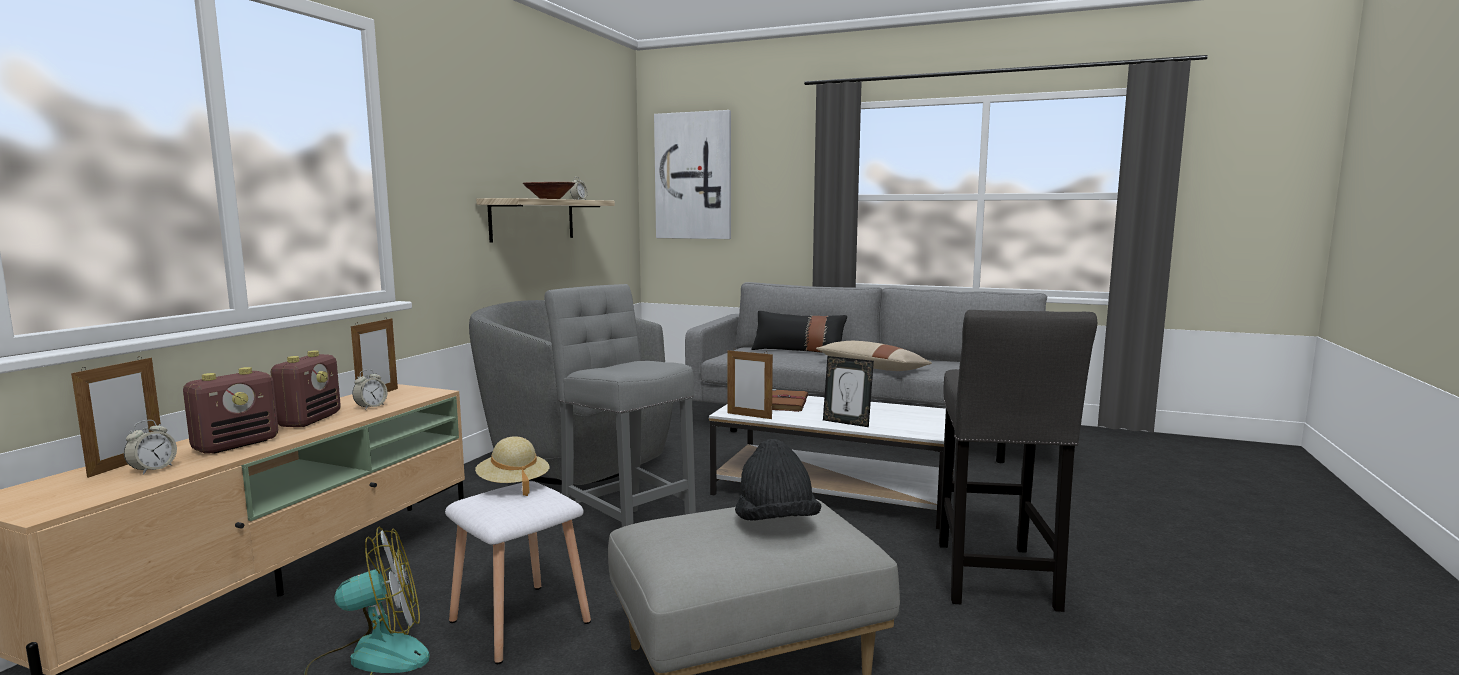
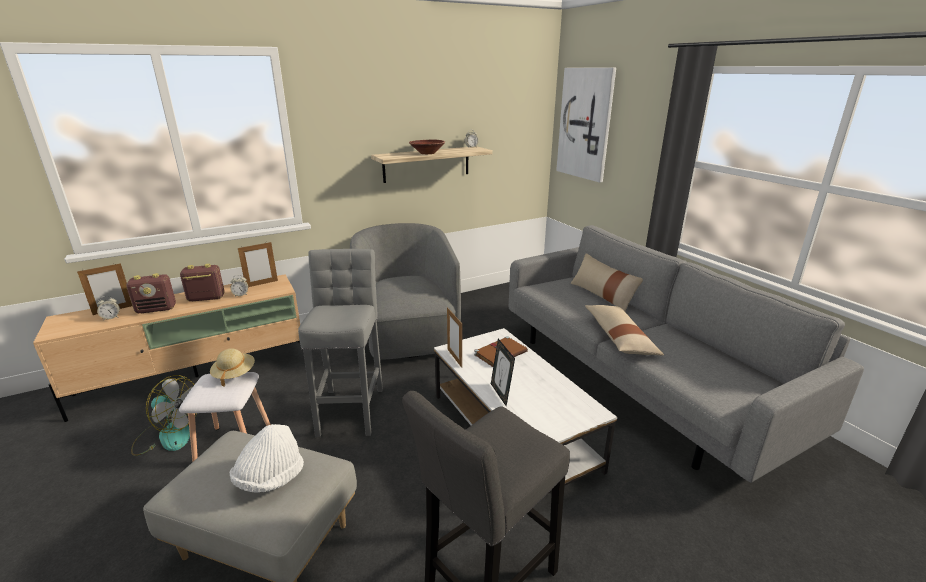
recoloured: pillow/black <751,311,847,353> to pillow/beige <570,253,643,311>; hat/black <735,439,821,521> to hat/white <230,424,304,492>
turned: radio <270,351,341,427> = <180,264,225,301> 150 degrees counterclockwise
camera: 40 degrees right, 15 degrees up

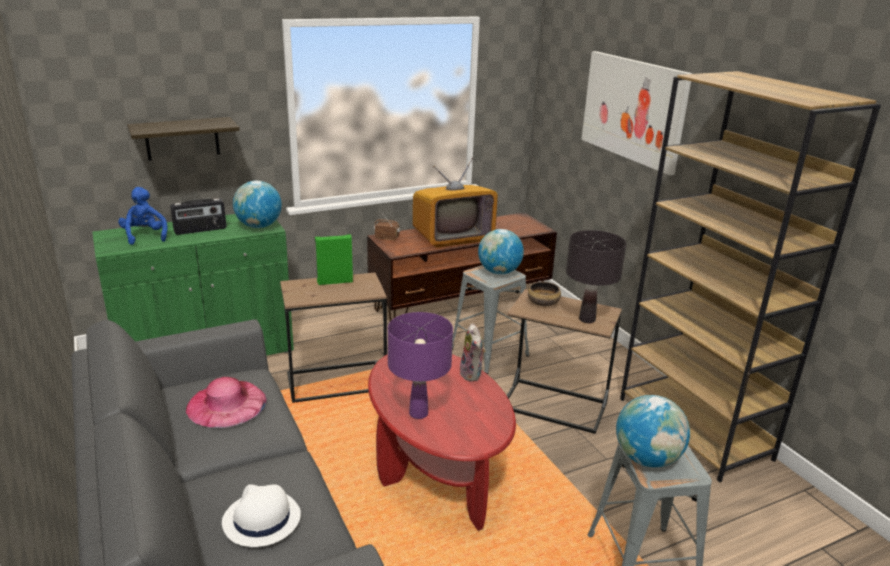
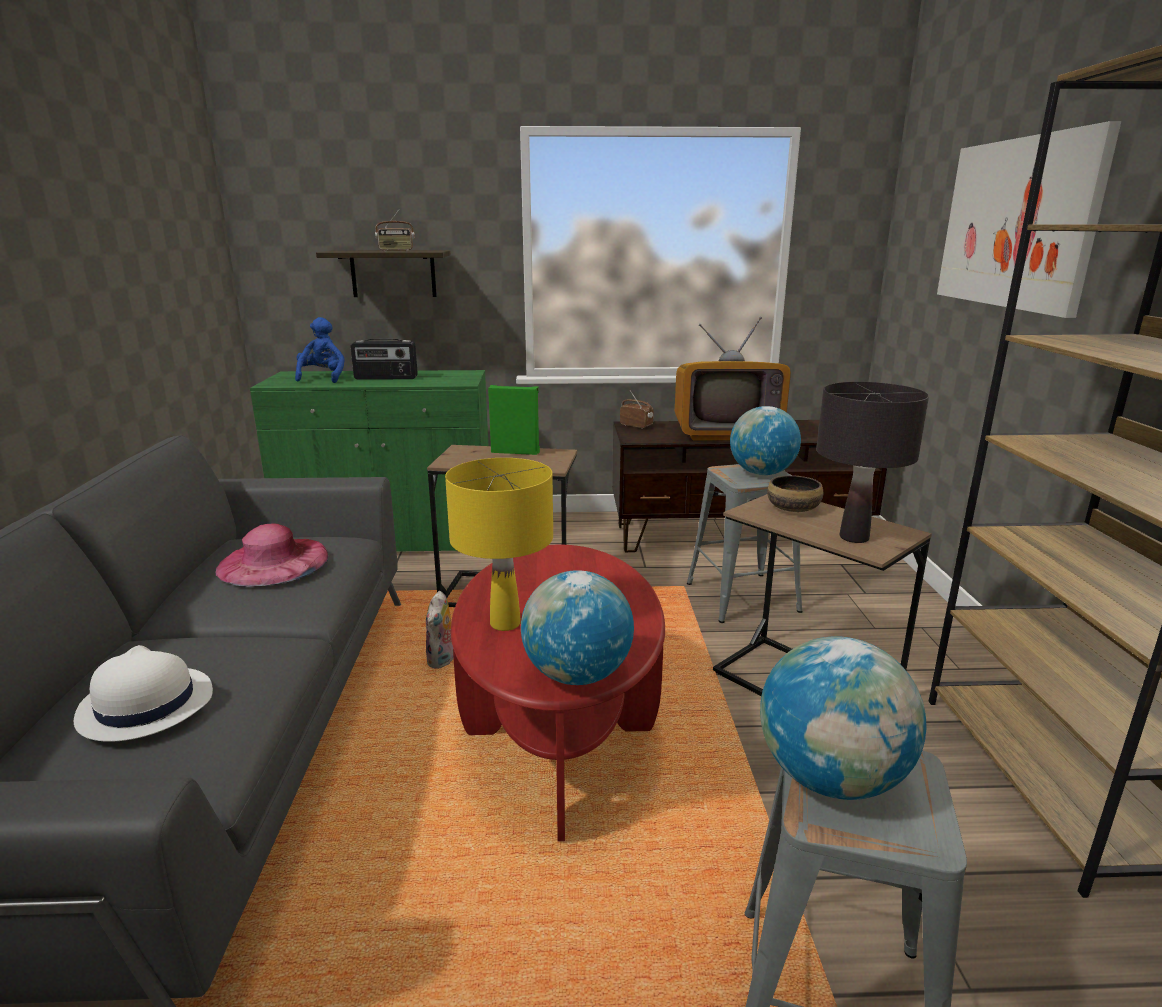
added: radio <375,209,415,252>
moved: globe <233,181,282,228> to <521,570,634,685>; plush toy <460,323,486,381> to <426,591,453,669>
recoloured: table lamp/purple <388,312,453,419> to table lamp/yellow <445,458,553,631>
camera: 25 degrees right, 5 degrees down

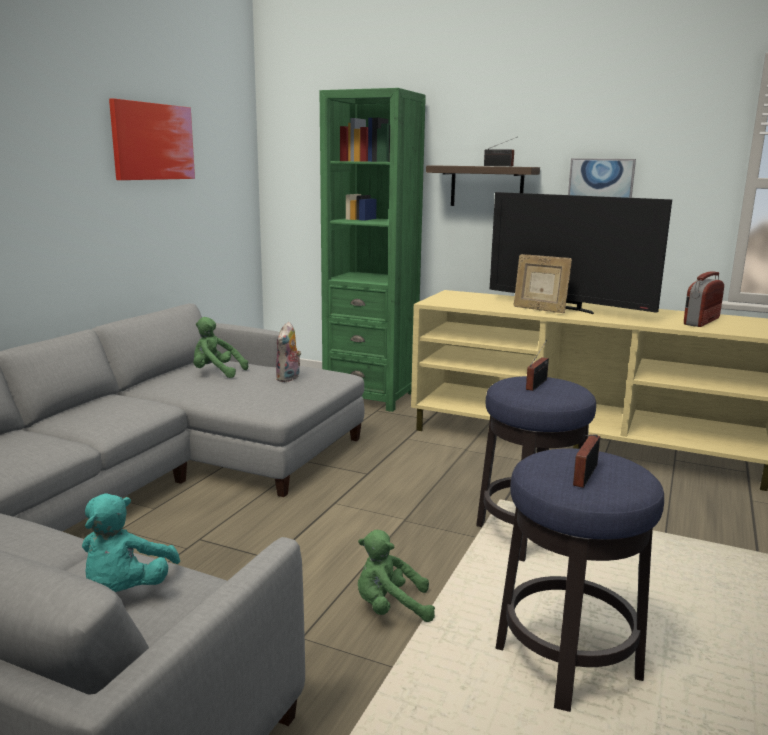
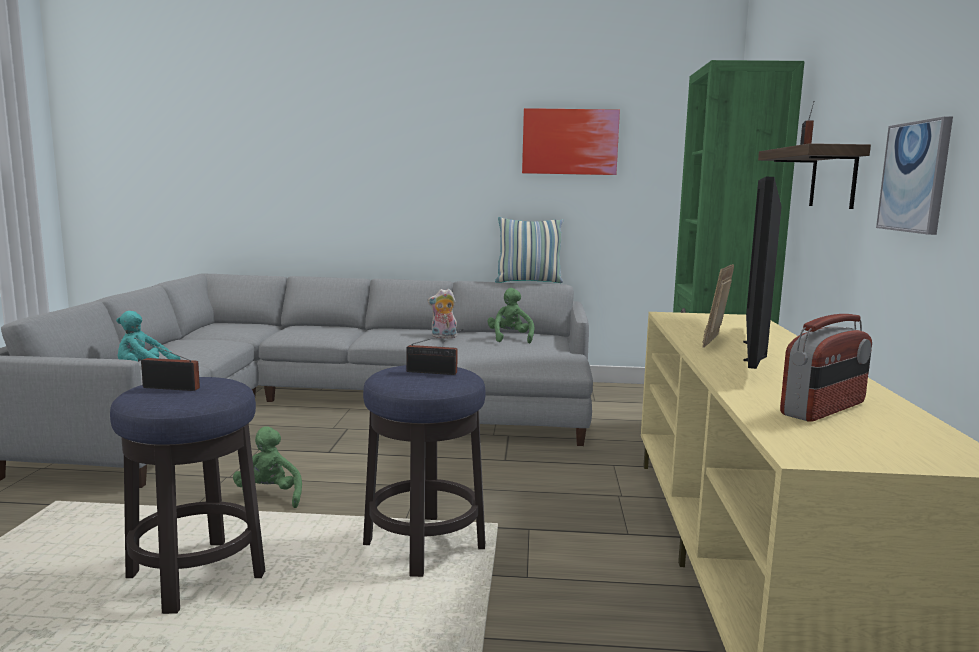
added: pillow <495,217,563,283>
moved: plush toy <276,322,301,382> to <428,289,457,338>
turned: radio <684,271,724,327> = <780,314,872,422> 120 degrees clockwise
camera: 70 degrees right, 5 degrees down

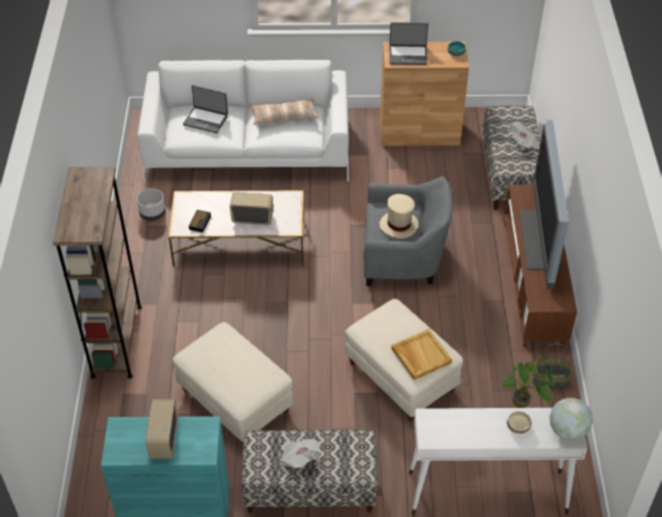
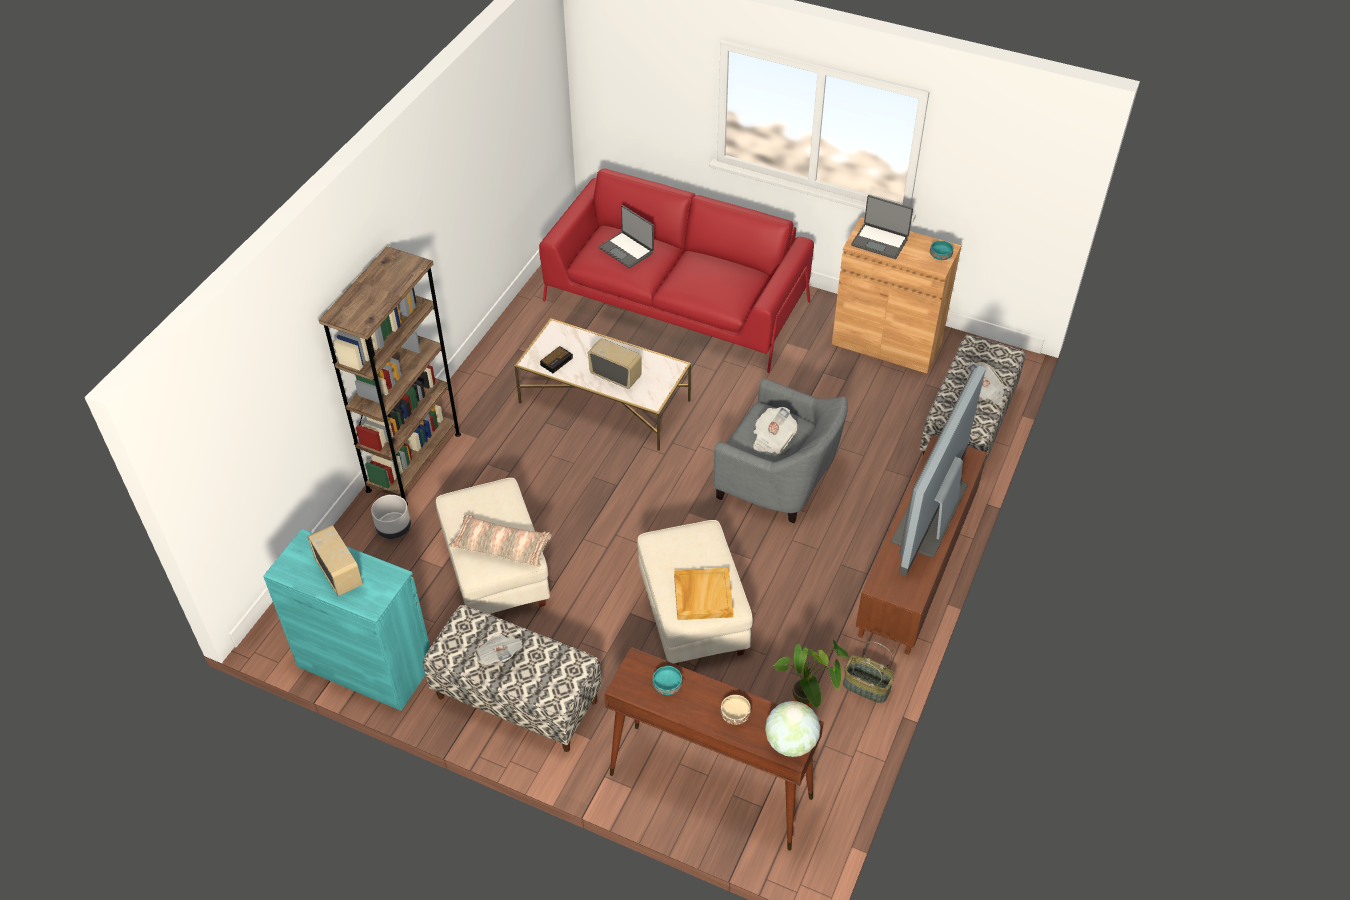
added: bowl/turquoise <652,666,682,695>
moved: pillow <251,99,319,125> to <449,514,552,567>; planter/grey <137,188,166,221> to <371,495,411,539>
replaced: hat/beige <379,194,418,239> to newspaper <753,407,797,454>
recoloured: sofa/white <137,60,349,183> to sofa/red <539,168,814,373>; console table/white <409,408,587,516> to console table/brown <604,647,824,850>
turned: radio <145,399,178,459> = <307,525,363,596> 120 degrees clockwise
camera: 25 degrees right, 0 degrees up

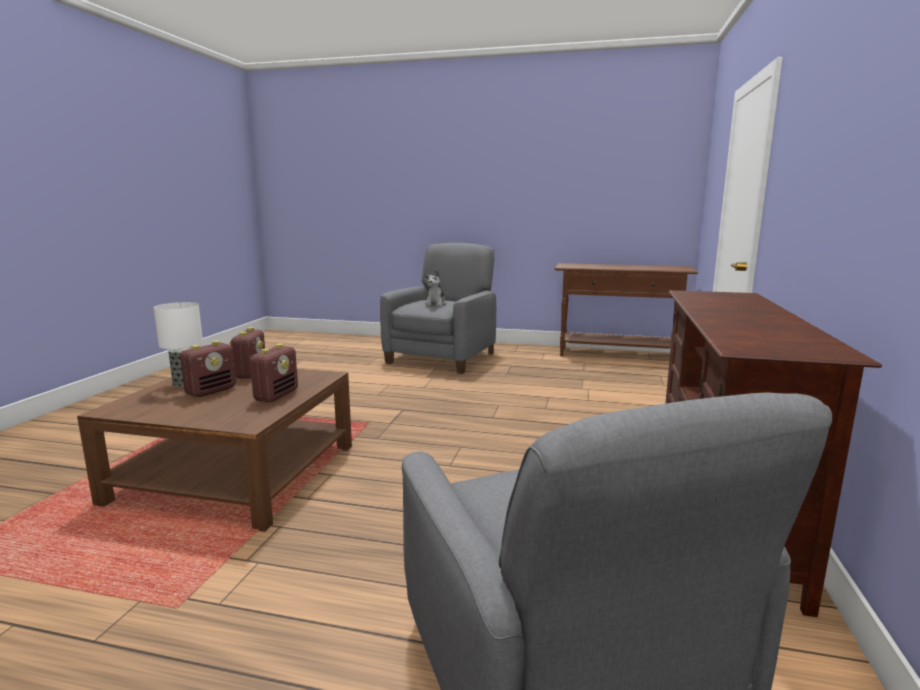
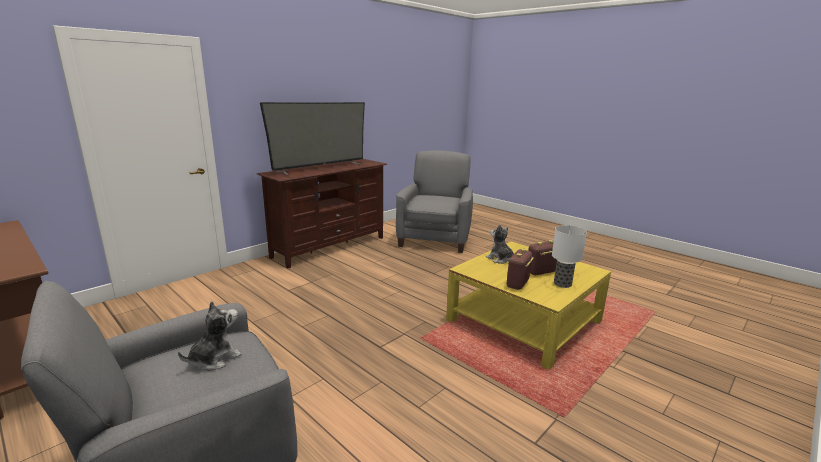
added: television <260,102,365,176>
replaced: radio <250,343,298,402> to plush toy <486,224,514,264>
recoloured: coffee table/brown <77,369,352,532> to coffee table/yellow <446,241,611,370>
camera: 150 degrees left, 5 degrees up

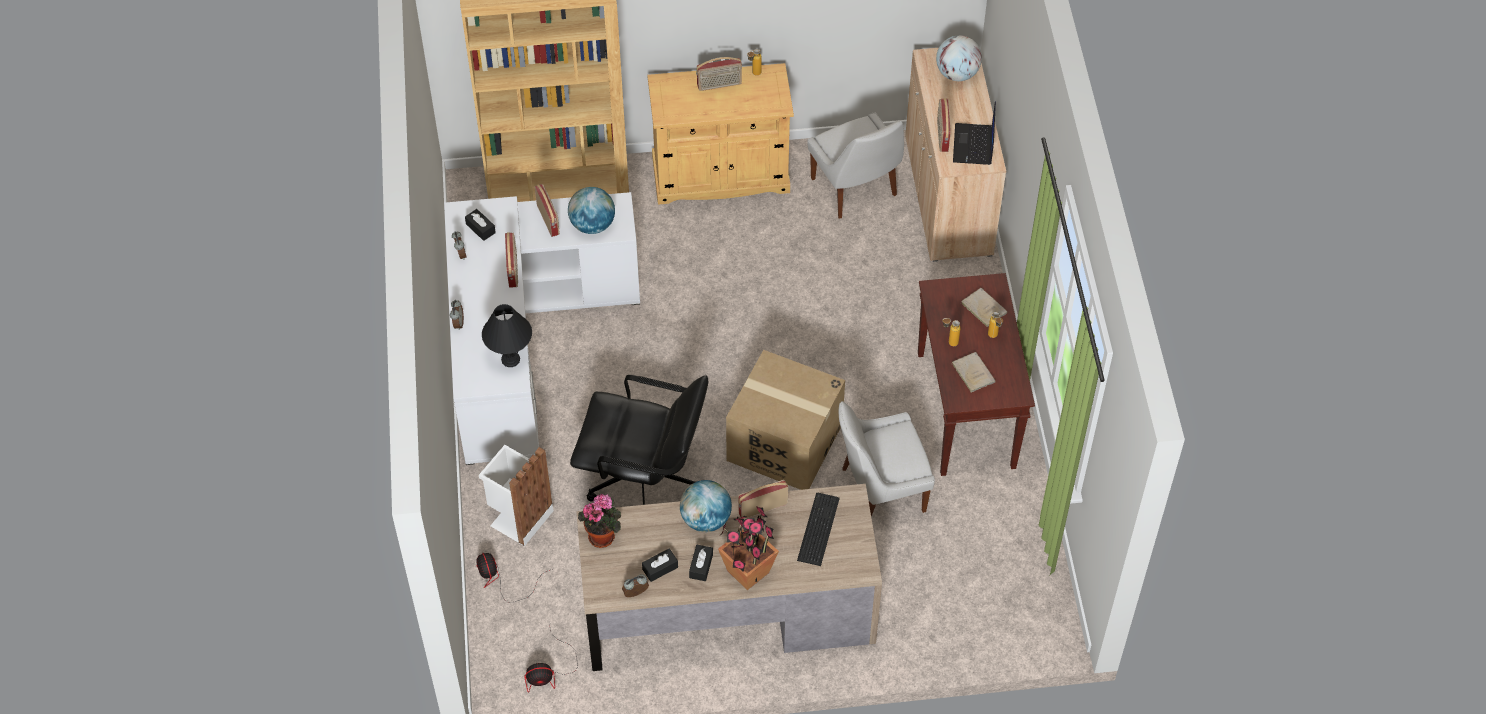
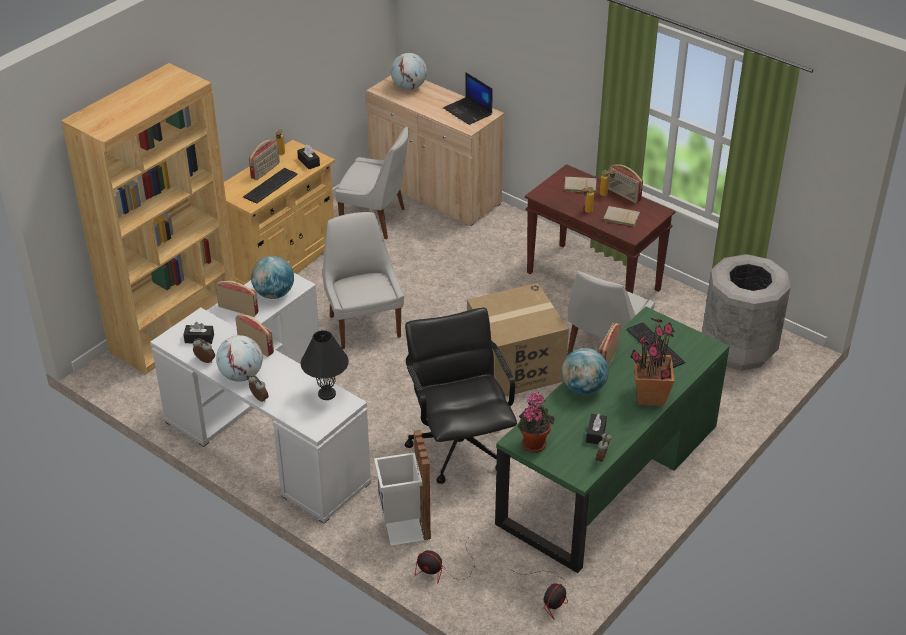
added: keyboard <243,168,298,204>; chair/white <323,212,404,349>; trash can/grey <702,254,791,371>; globe <216,335,263,382>
moved: radio <937,98,951,152> to <608,164,643,203>; tissue box/black <689,545,713,581> to <297,144,320,169>
recoloured: desk/brown <576,484,882,671> to desk/green <495,307,730,573>
turned: office chair/black <570,375,708,505> = <405,307,517,484> 75 degrees counterclockwise
camera: 45 degrees left, 15 degrees down

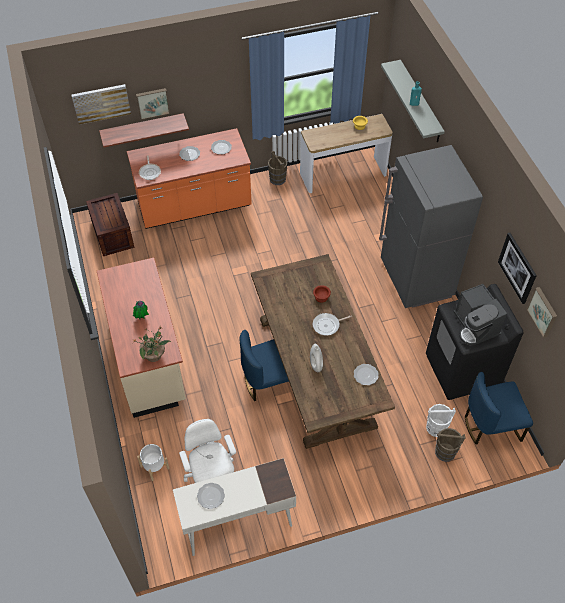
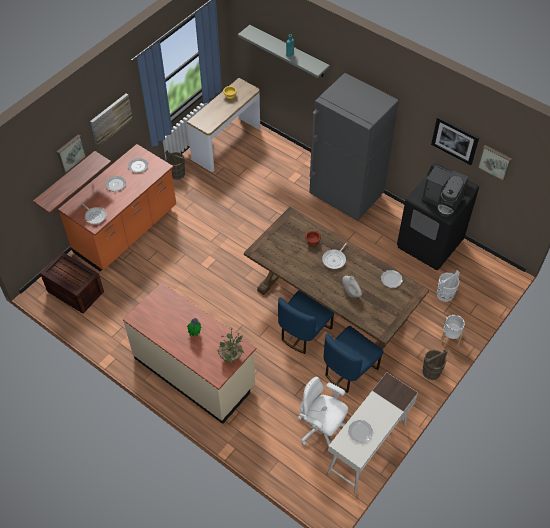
moved: picture <71,84,131,125> to <90,93,133,147>; chair/blue <465,372,533,444> to <324,326,384,393>; bucket/brown <435,428,466,462> to <422,349,448,380>; planter/white <137,444,170,481> to <440,315,465,346>
camera: 35 degrees left, 0 degrees up

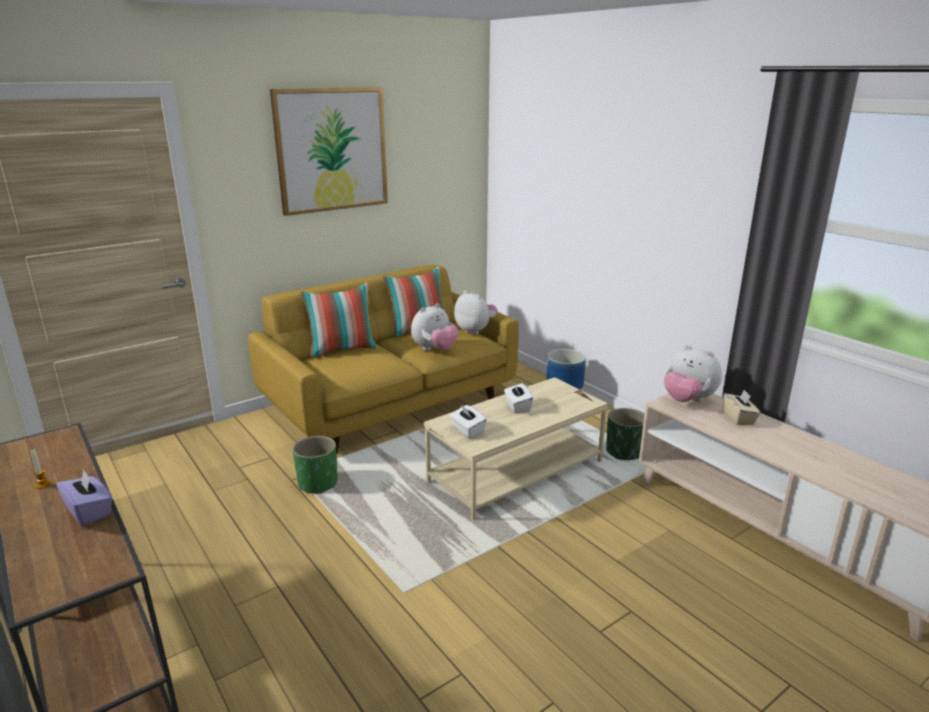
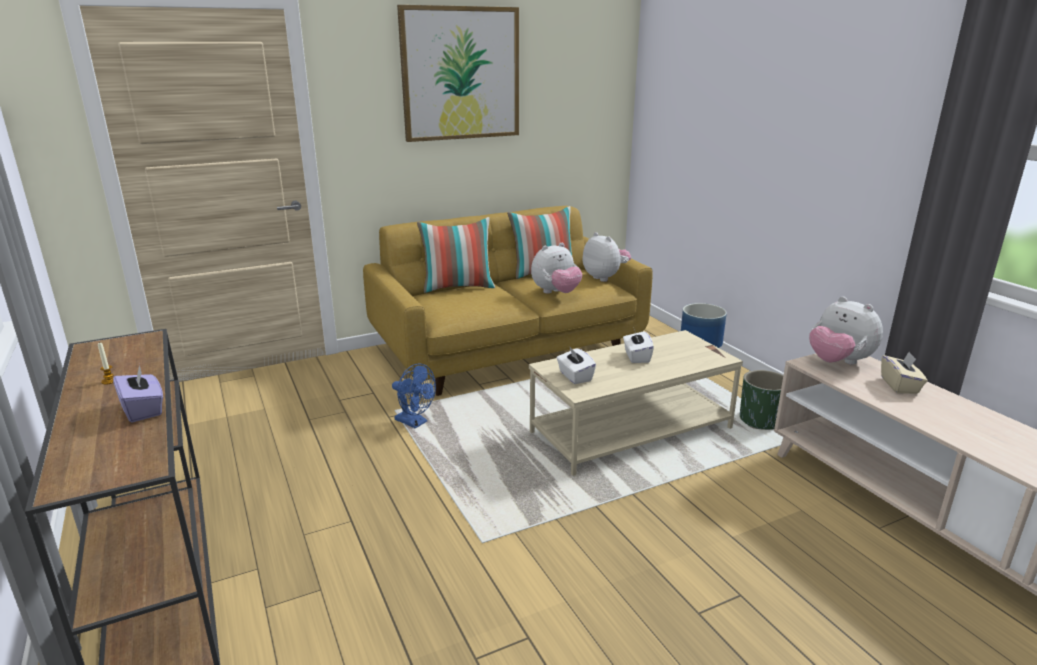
replaced: planter/green <293,436,338,494> to fan/blue <392,363,436,428>
camera: 10 degrees right, 0 degrees up

